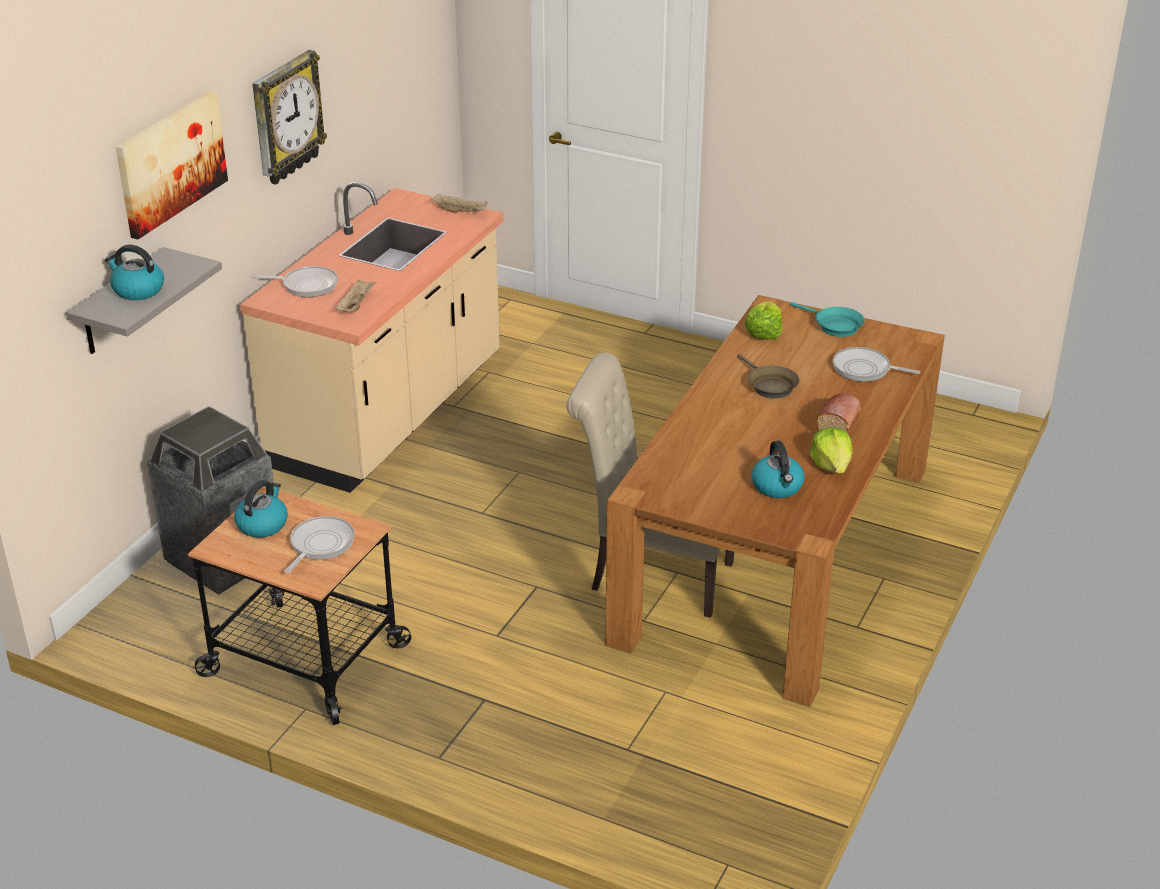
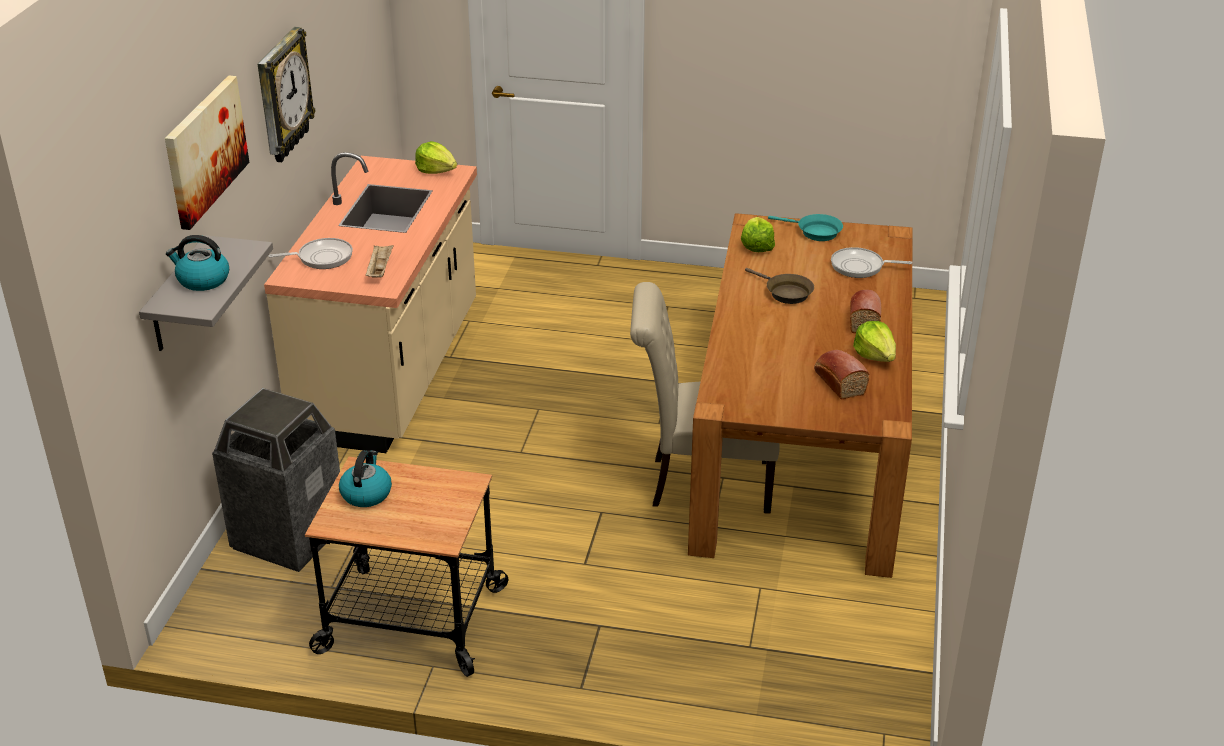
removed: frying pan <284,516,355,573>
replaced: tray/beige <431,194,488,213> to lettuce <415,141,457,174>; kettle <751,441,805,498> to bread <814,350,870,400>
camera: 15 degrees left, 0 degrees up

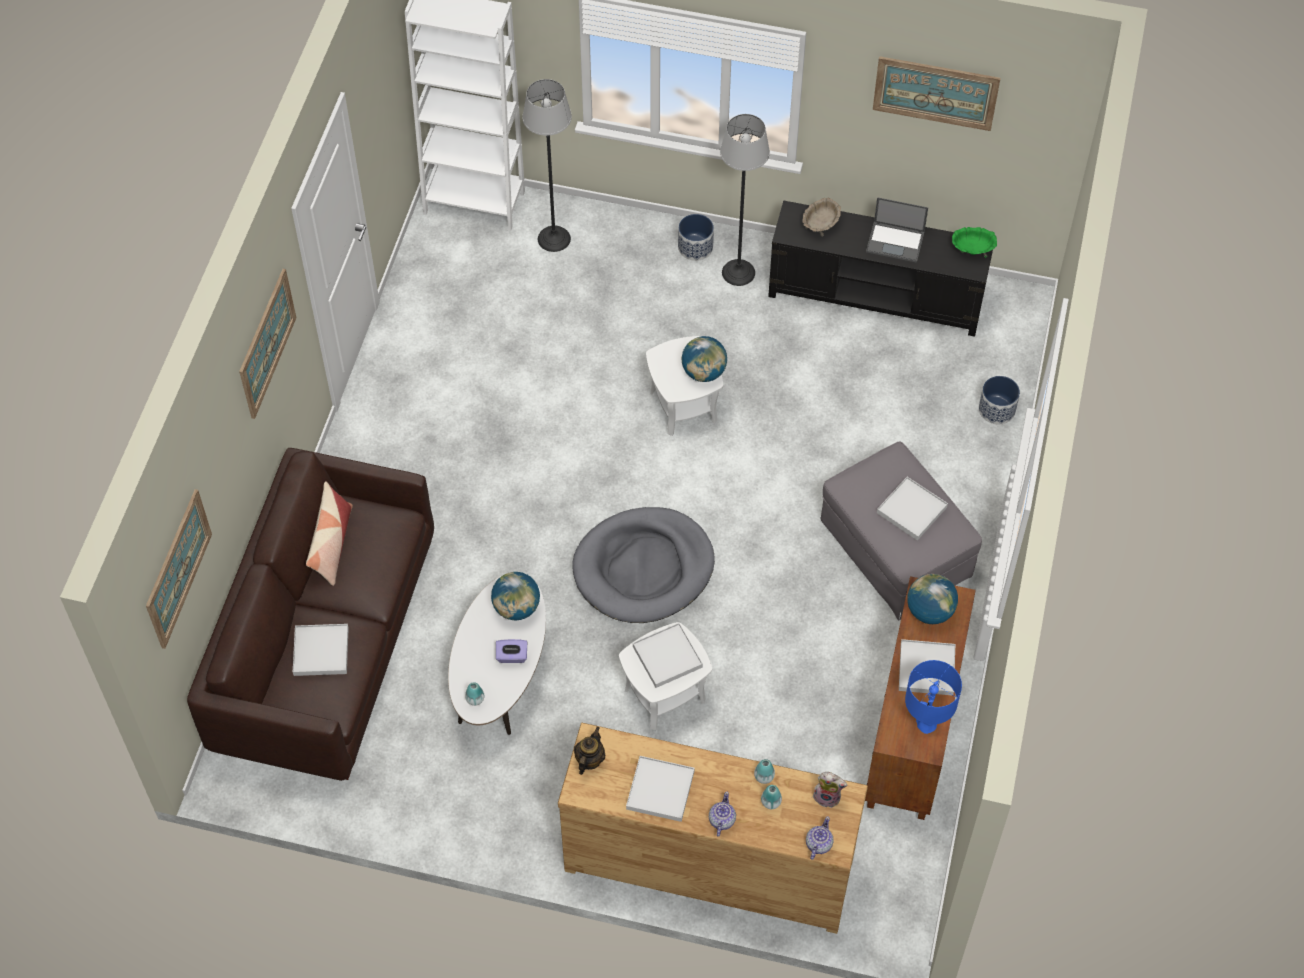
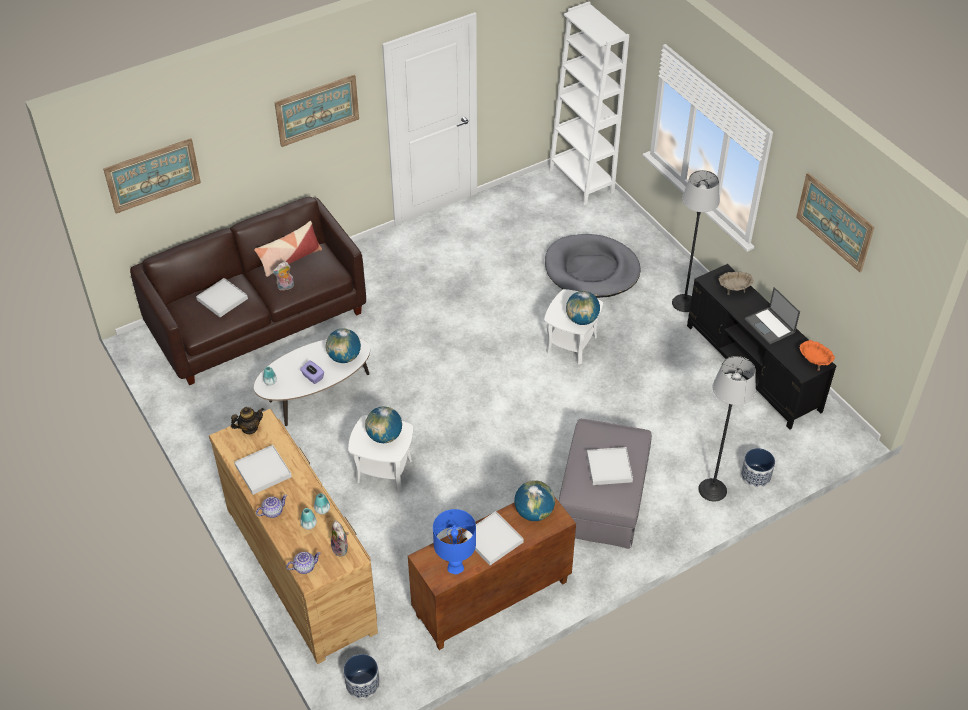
added: plush toy <272,262,294,291>
moved: floor lamp <523,79,572,252> to <698,356,756,502>; planter <678,214,714,261> to <344,654,380,699>; dog bed/grey <573,507,715,623> to <545,234,641,298>
replaced: tray/white <633,623,703,688> to globe <365,406,402,443>
recoloured: bowl/green <952,227,997,258> to bowl/orange <800,340,835,371>
camera: 45 degrees right, 10 degrees down

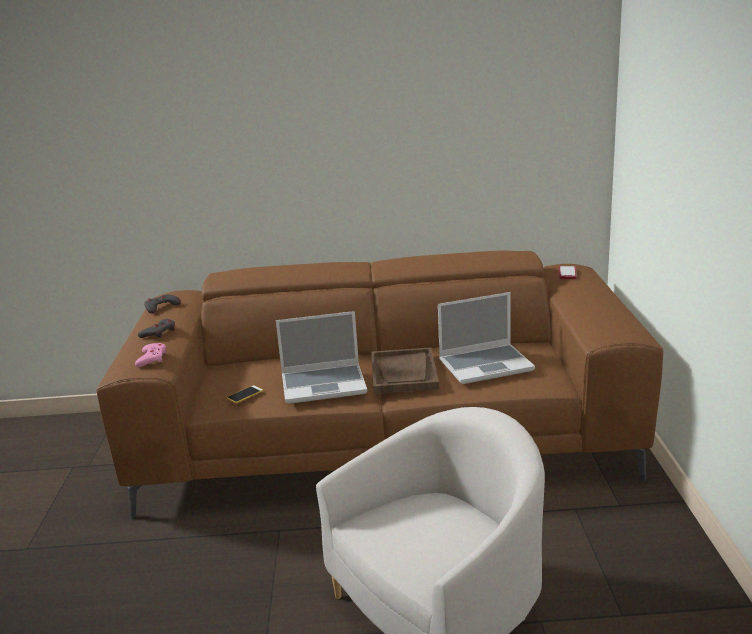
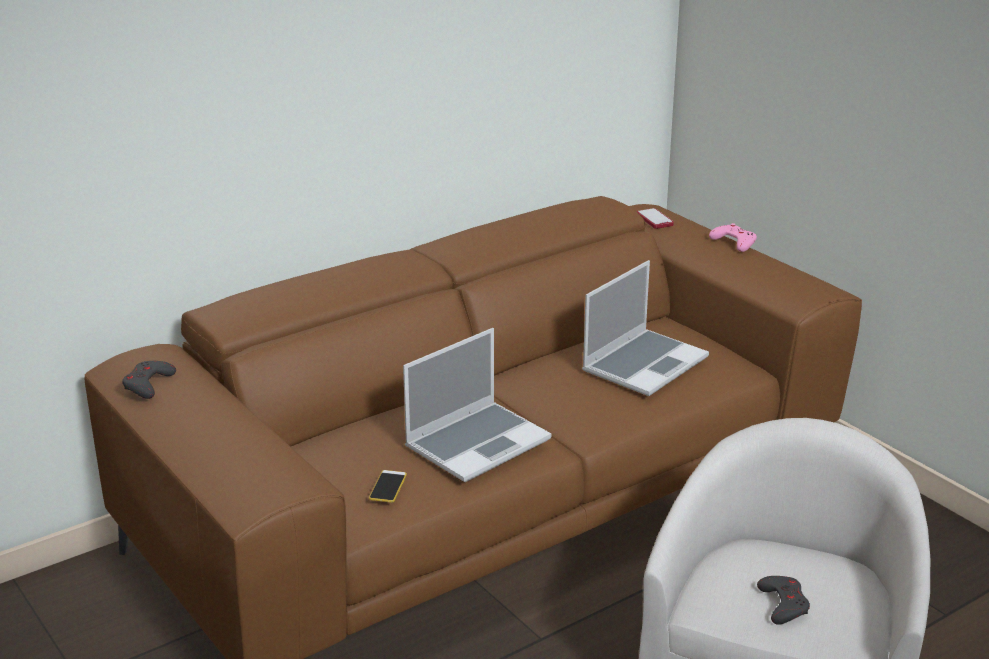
removed: tray/brown <371,347,439,394>
moved: game controller/grey <138,319,175,338> to <757,576,810,625>; game controller/pink <135,343,166,367> to <709,223,757,252>
camera: 35 degrees left, 5 degrees up

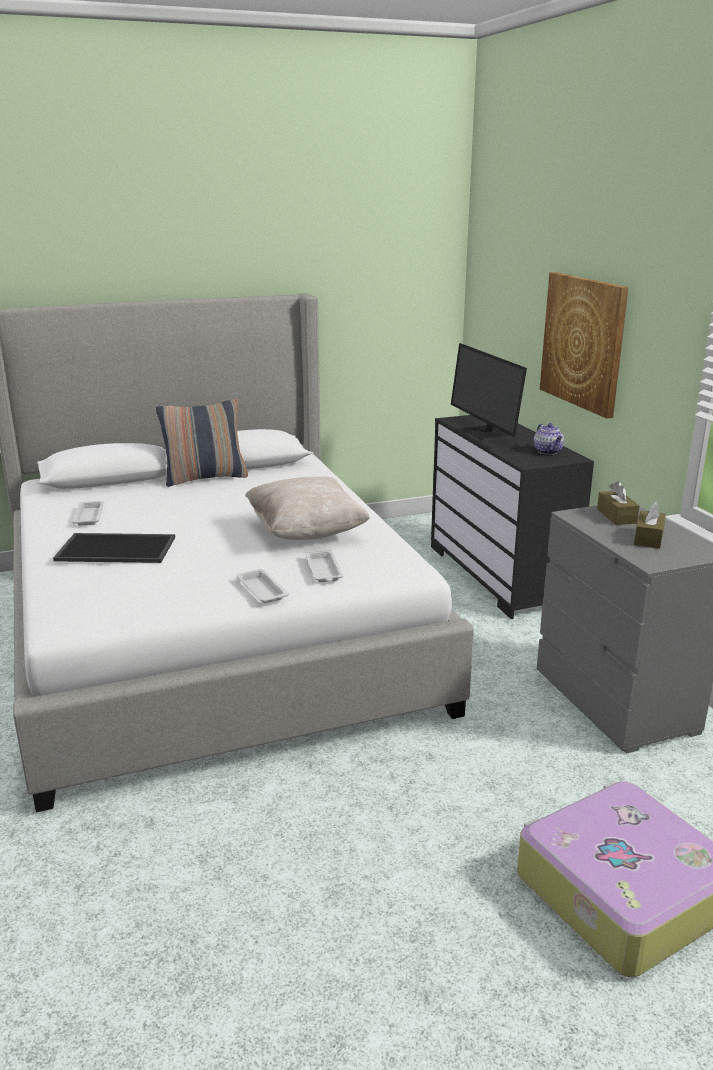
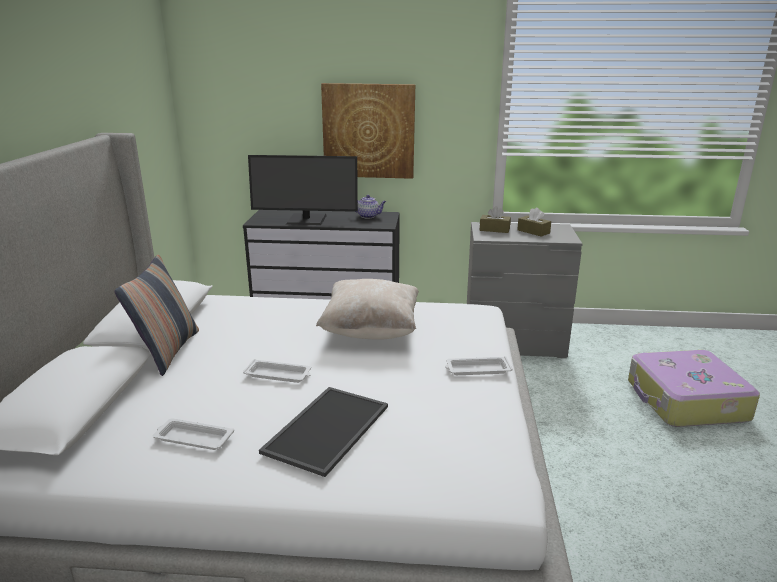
moved: tray/white <305,549,343,582> to <243,359,311,383>
camera: 65 degrees left, 0 degrees up

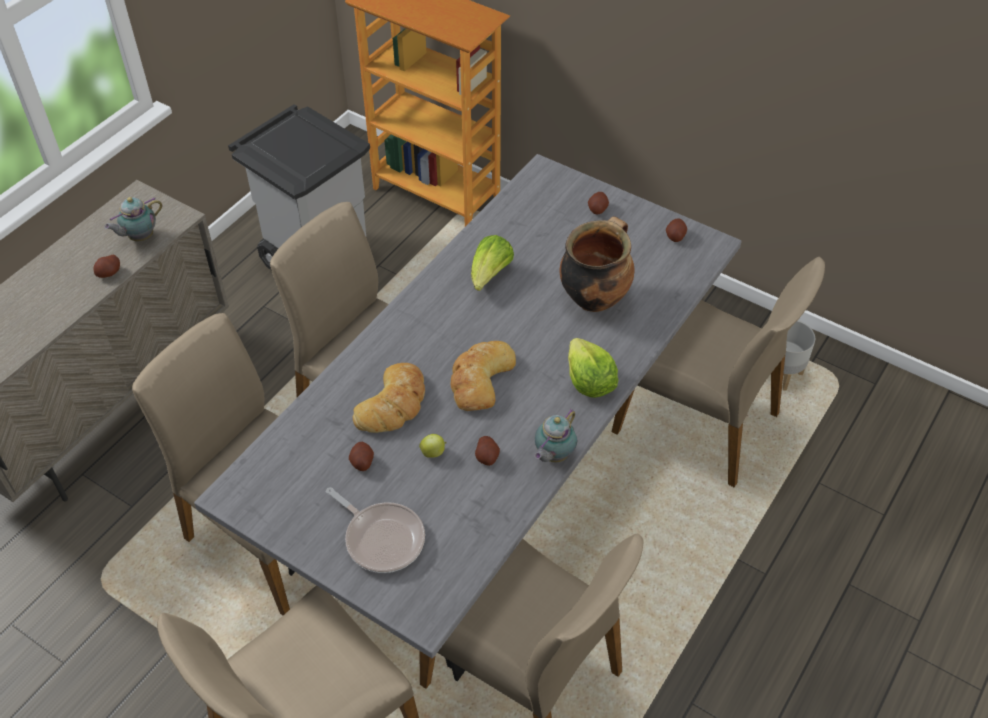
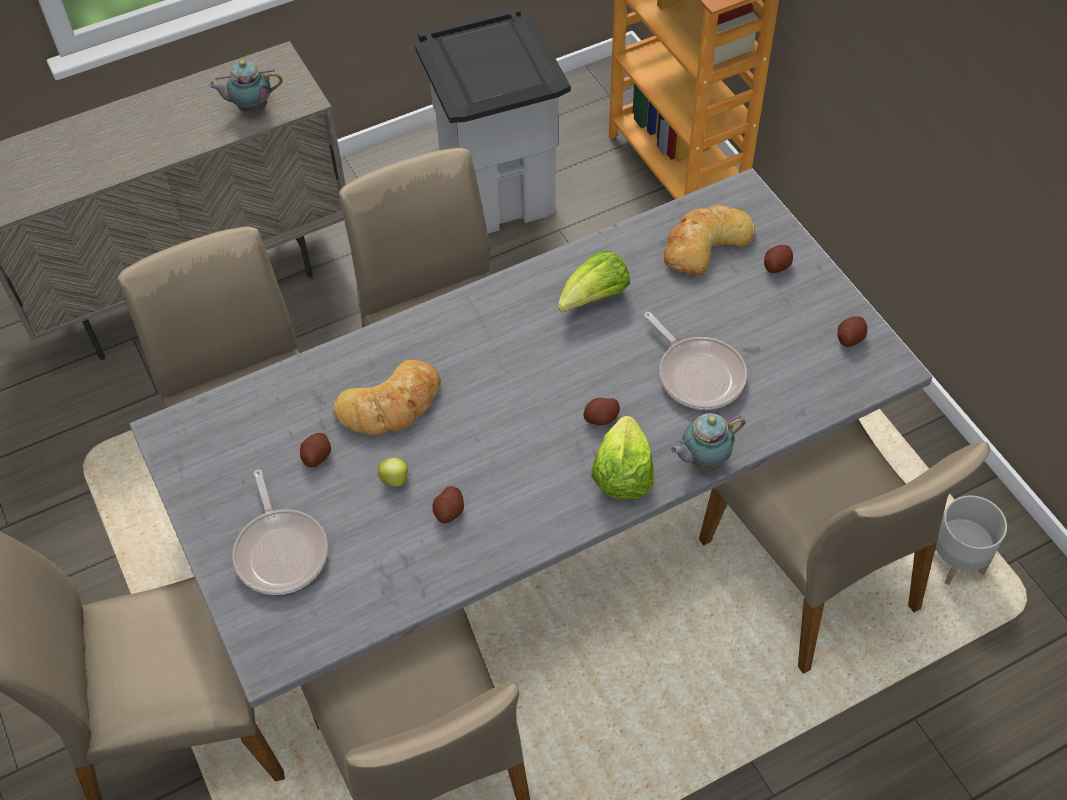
moved: potato <93,255,120,278> to <583,398,620,425>; bread <451,341,516,411> to <664,205,755,276>; teapot <534,409,577,463> to <669,413,745,469>
replaced: cooking pot <560,216,635,312> to frying pan <644,312,747,410>
camera: 30 degrees right, 5 degrees up

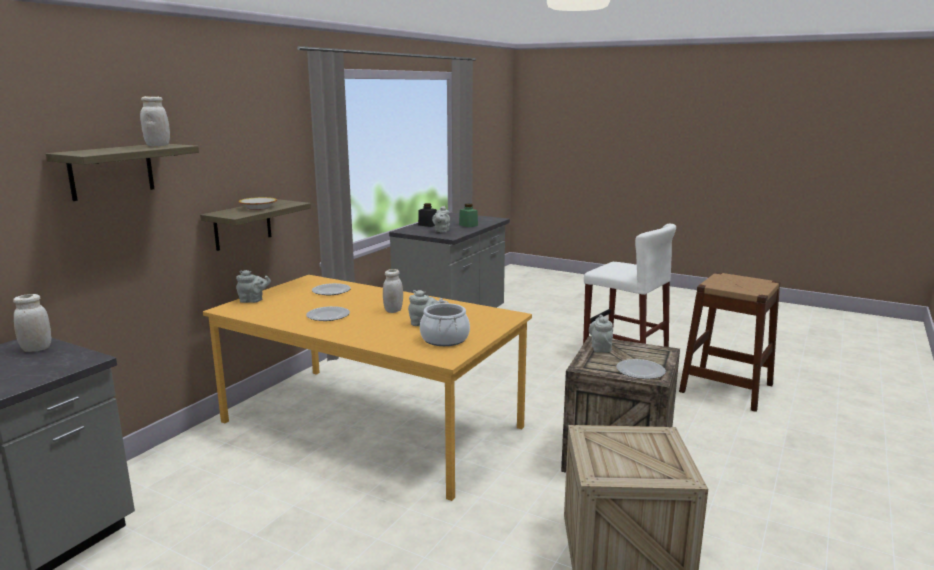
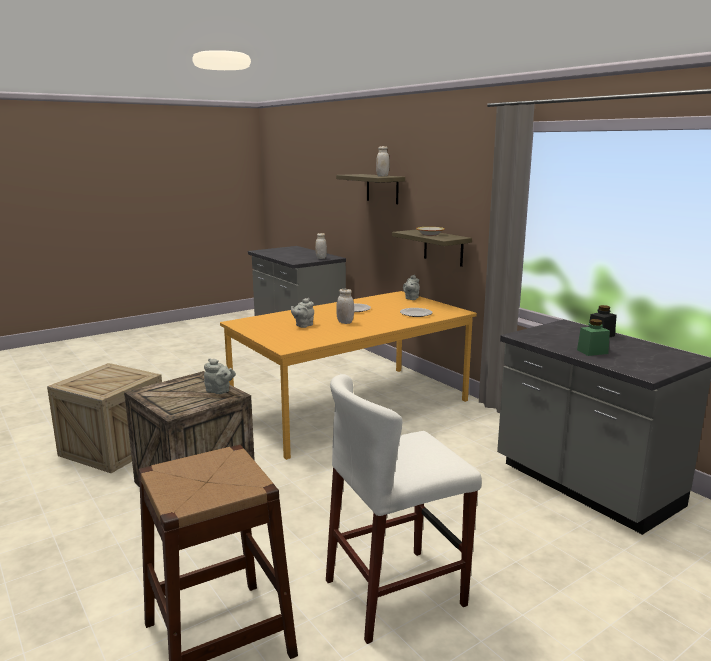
removed: teapot/grey <432,206,450,233>; cooking pot <420,300,470,346>; plate <616,359,666,379>
camera: 115 degrees right, 0 degrees up

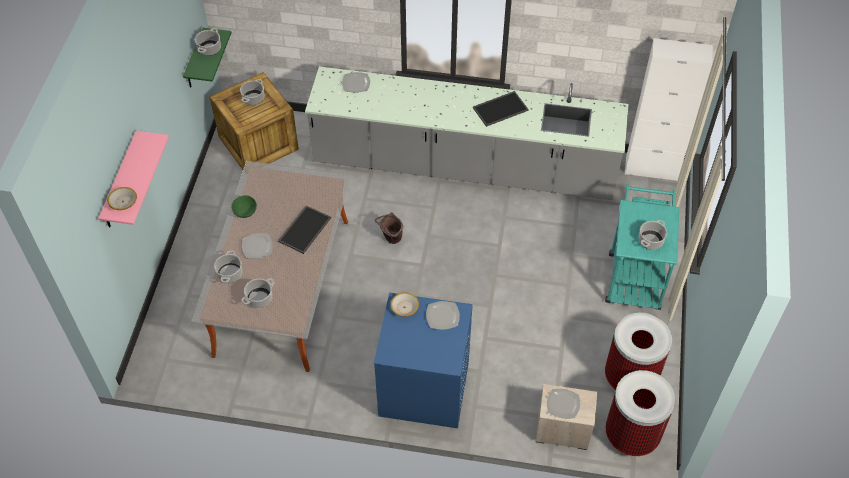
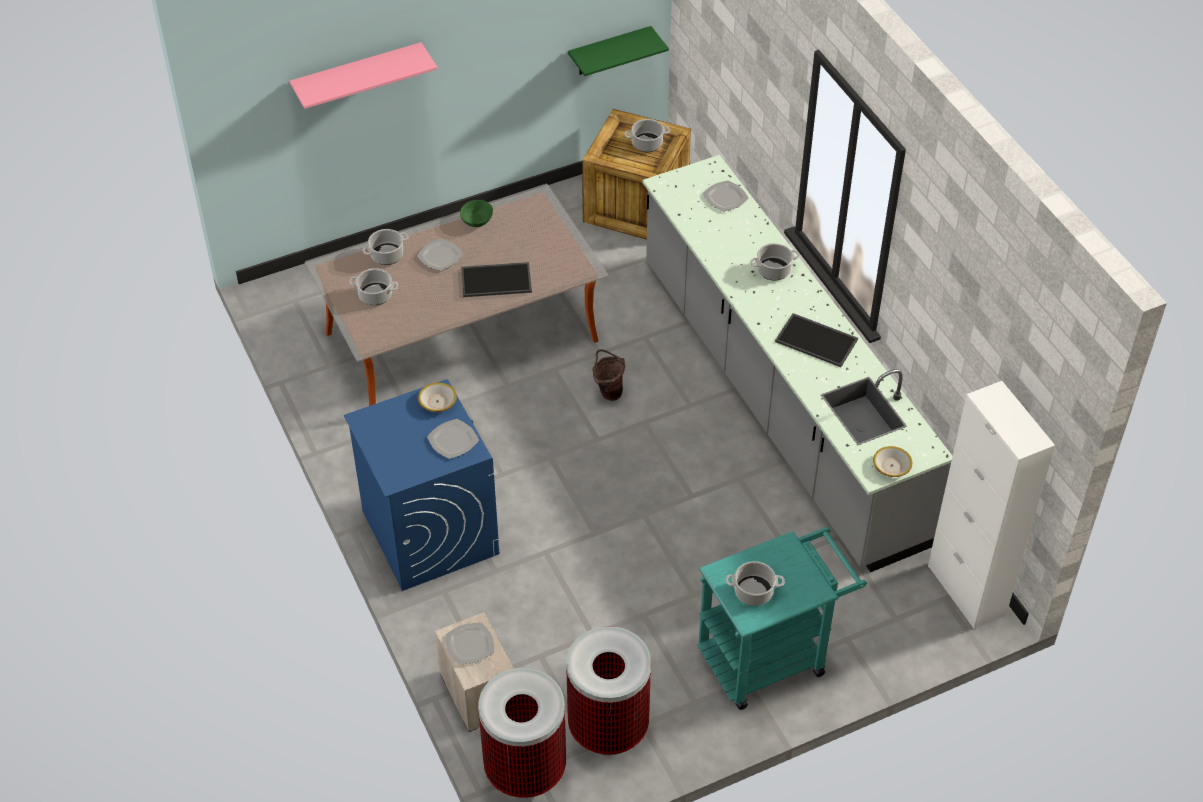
moved: cooking pot <195,28,221,56> to <750,243,800,281>; bowl <107,187,137,210> to <873,446,912,477>
camera: 55 degrees right, 5 degrees down

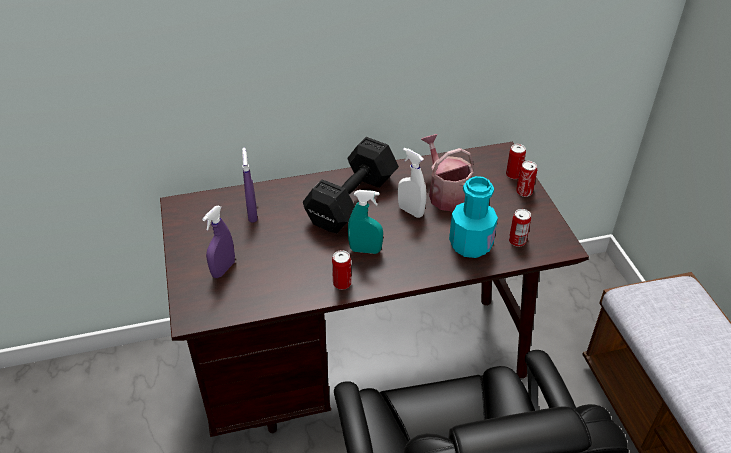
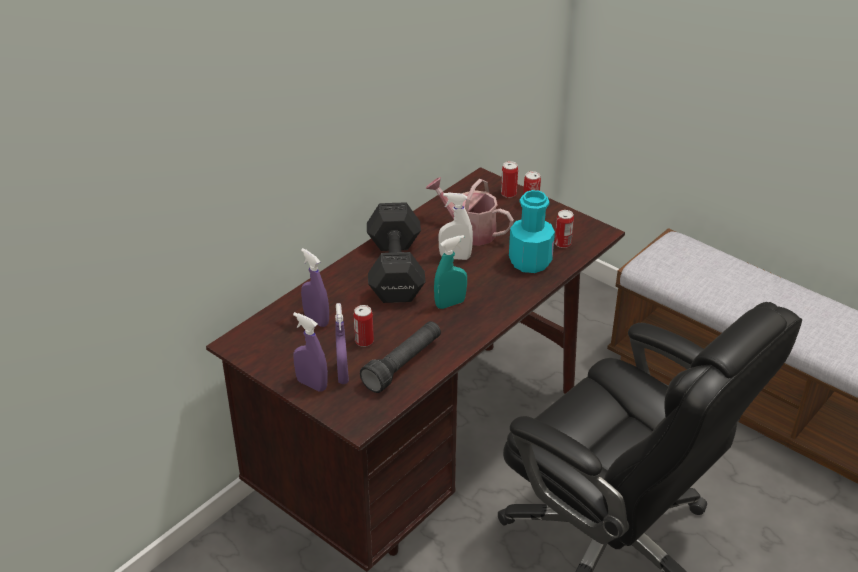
added: spray bottle/purple <293,312,328,392>; flashlight/black <360,321,441,393>
moved: can <332,250,351,290> to <354,305,374,347>
camera: 35 degrees left, 5 degrees down

